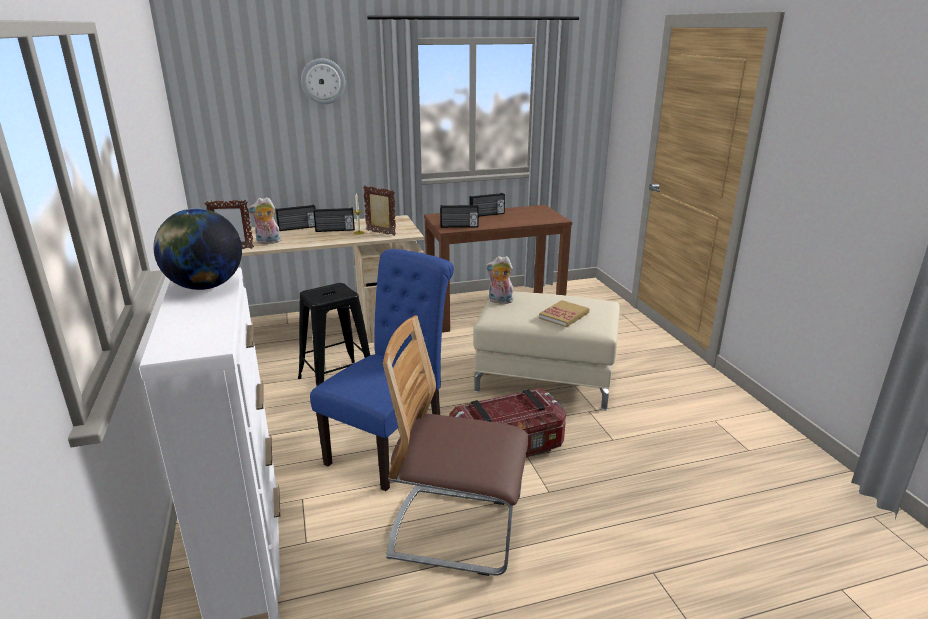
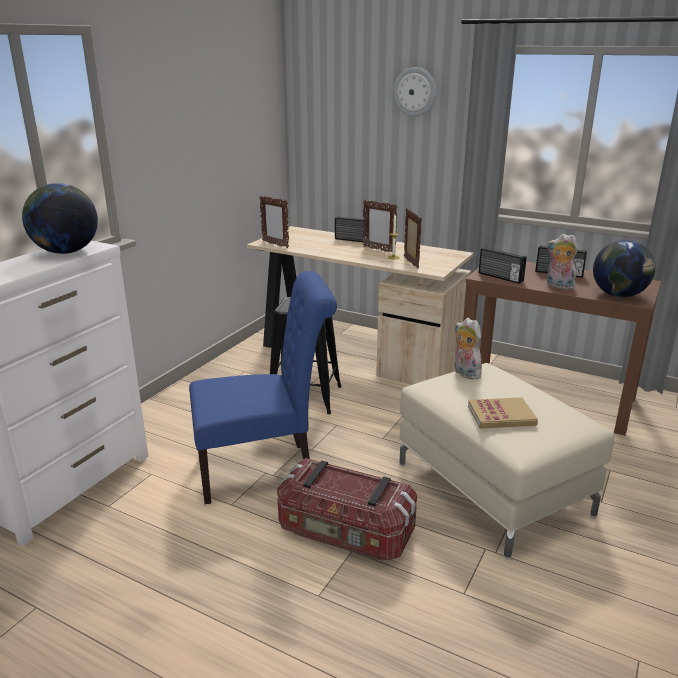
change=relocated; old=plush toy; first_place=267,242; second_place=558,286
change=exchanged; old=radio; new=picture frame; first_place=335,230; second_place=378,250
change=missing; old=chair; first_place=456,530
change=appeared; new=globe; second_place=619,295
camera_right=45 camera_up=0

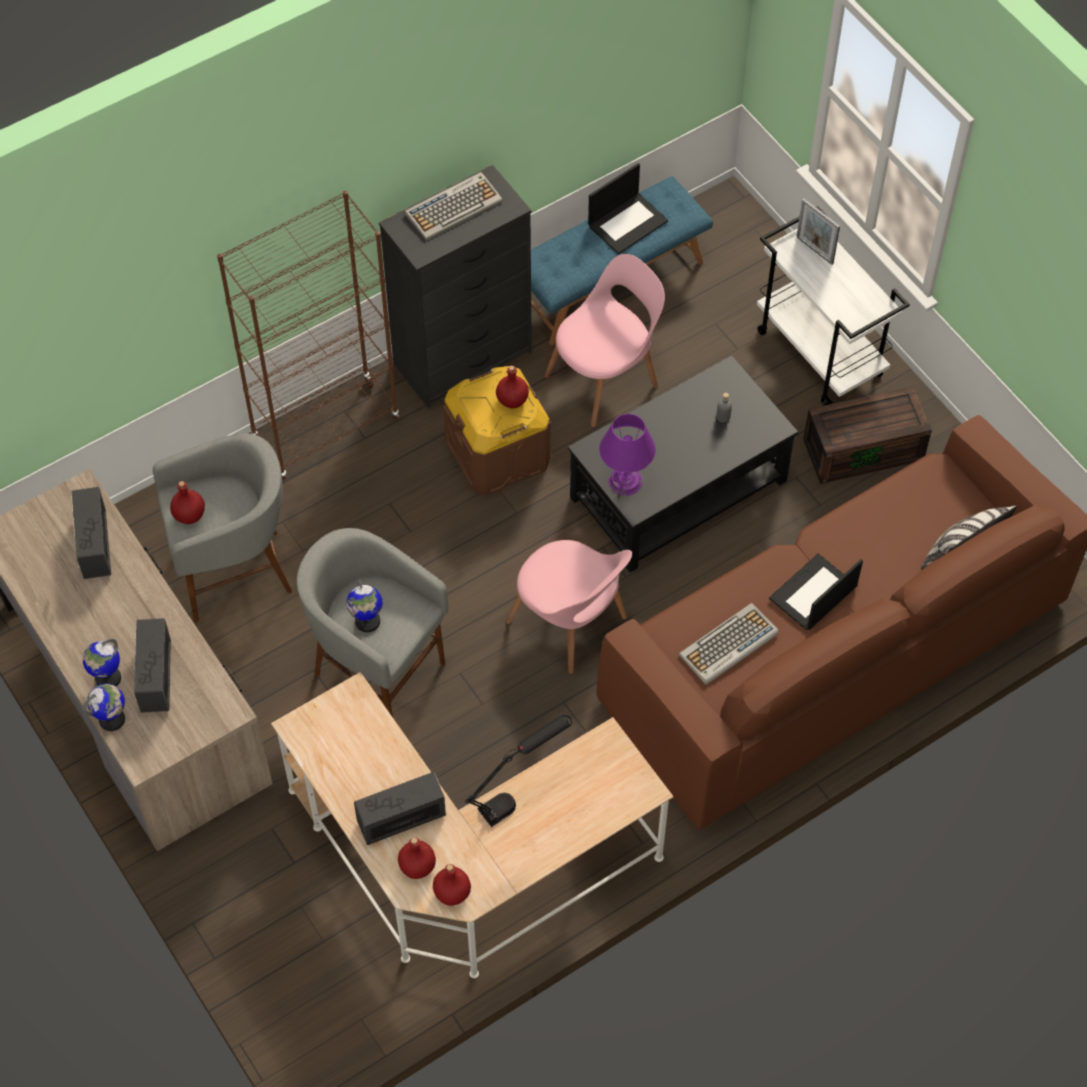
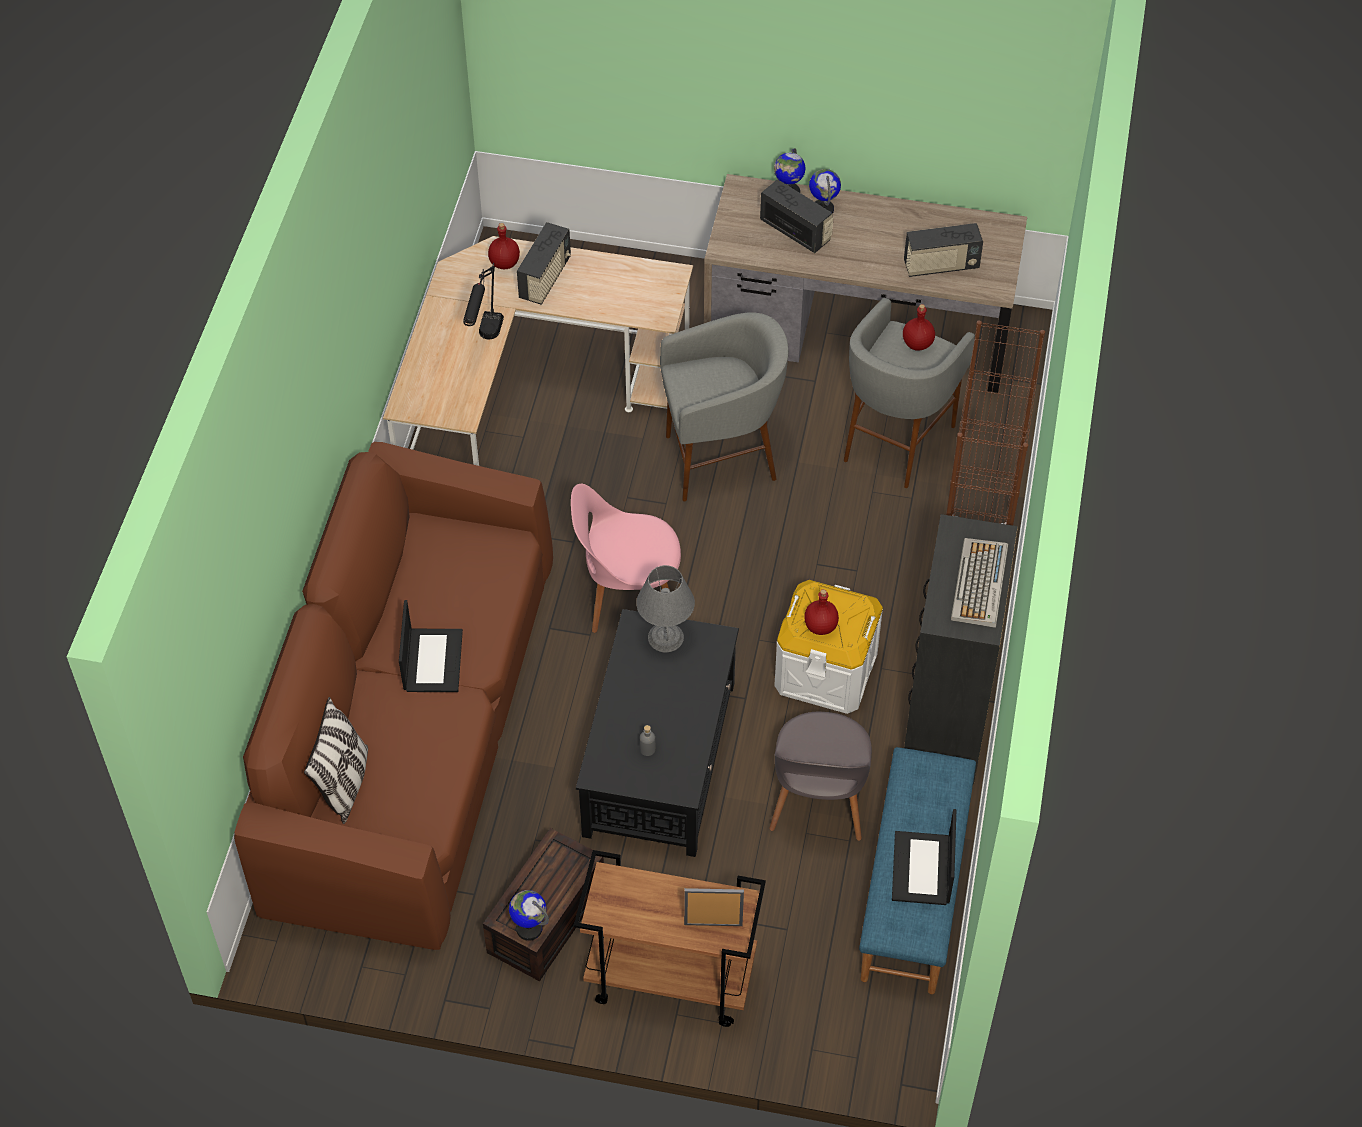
change=colour; old=white cart; new=brown cart; first_place=821,354; second_place=669,979
change=colour; old=pink chair; new=grey chair; first_place=605,378; second_place=818,801
change=colour; old=brown storage box; new=white storage box; first_place=498,453; second_place=826,671
change=colour; old=purple table lamp; new=grey table lamp; first_place=625,480; second_place=666,637
change=spun; old=radio; first_place=94,545; second_place=940,266; degrees=135
change=relocated; old=globe; first_place=367,621; second_place=529,928
change=missing; old=keyboard; first_place=728,645
change=missing; old=red bottle; first_place=451,893
camera_right=135 camera_up=-5

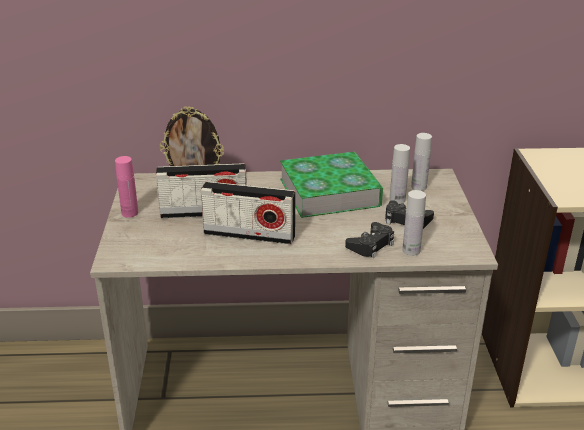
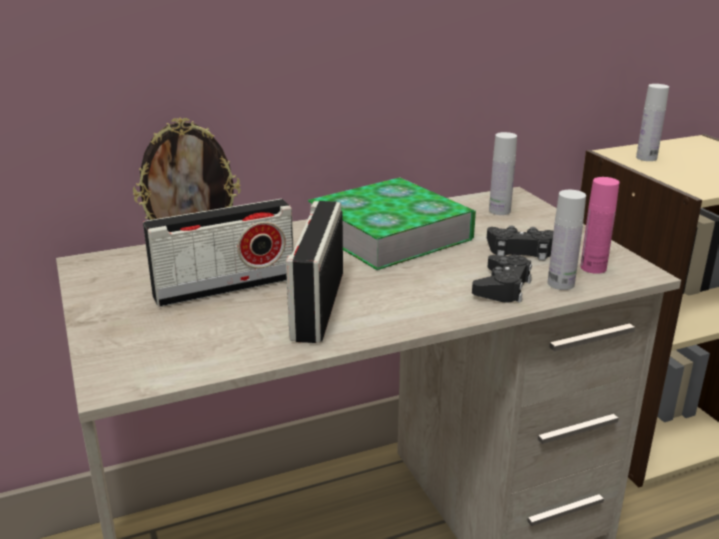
change=relocated; old=white bottle; first_place=397,199; second_place=646,158
change=relocated; old=pink bottle; first_place=130,213; second_place=593,268
change=spun; old=radio; first_place=249,235; second_place=318,305; degrees=105
camera_right=-20 camera_up=-5

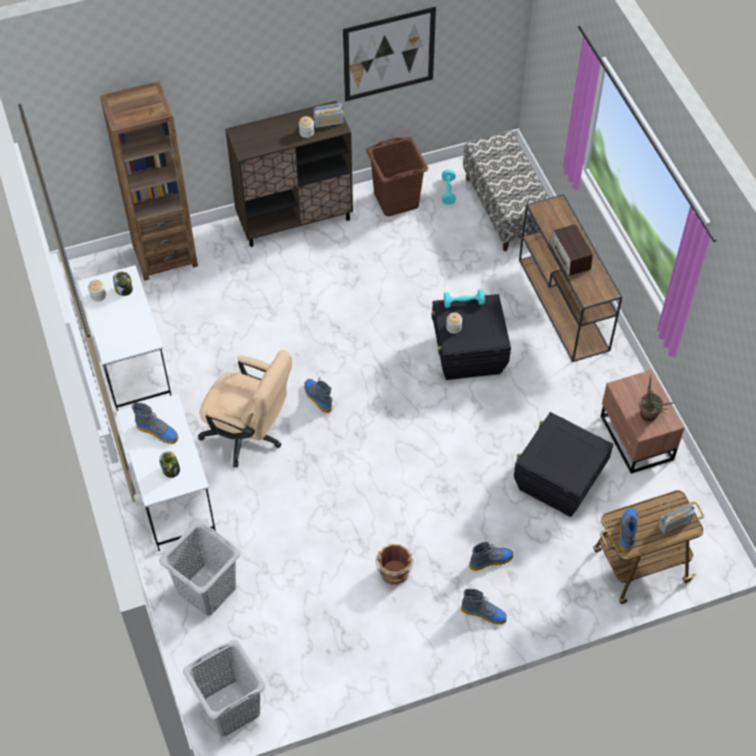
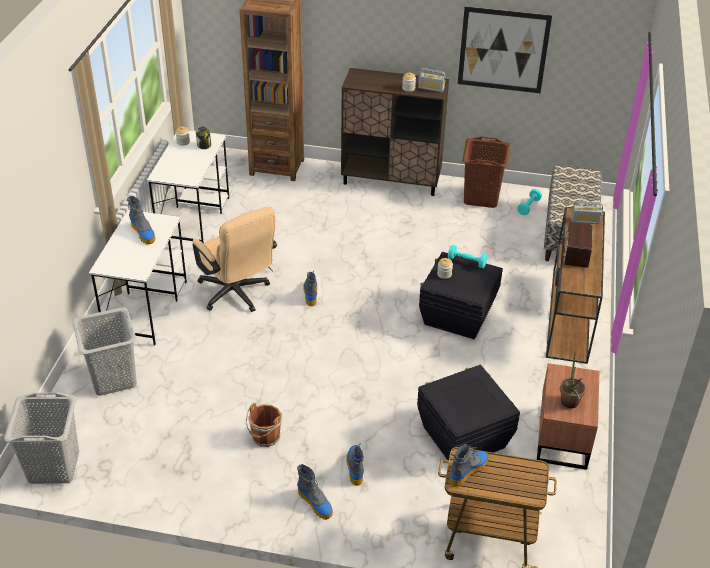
change=missing; old=jar; first_place=171,470
change=relocated; old=radio; first_place=674,523; second_place=585,220
change=spun; old=boot; first_place=491,560; second_place=355,467; degrees=-105
camera_right=30 camera_up=-15

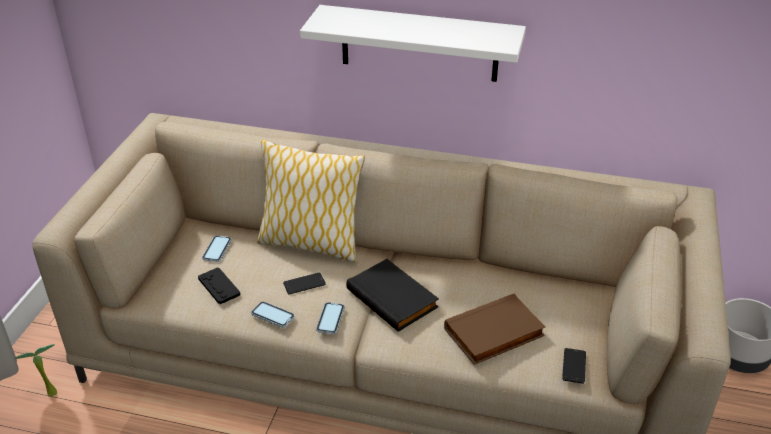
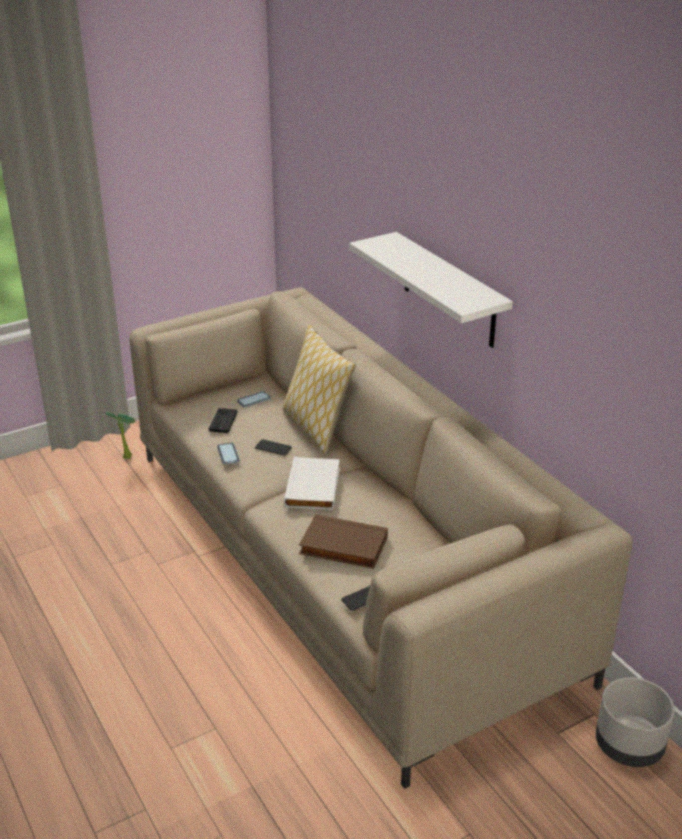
change=colour; old=black book; new=white book; first_place=394,298; second_place=314,488
change=missing; old=phone; first_place=330,319
camera_right=45 camera_up=-5

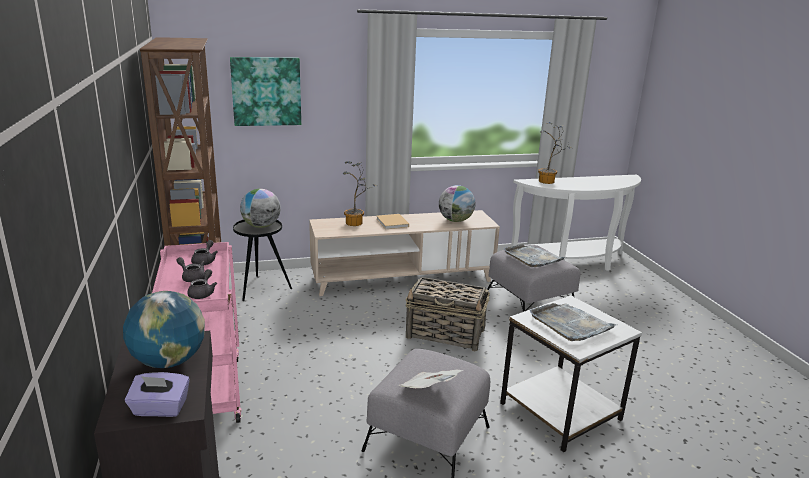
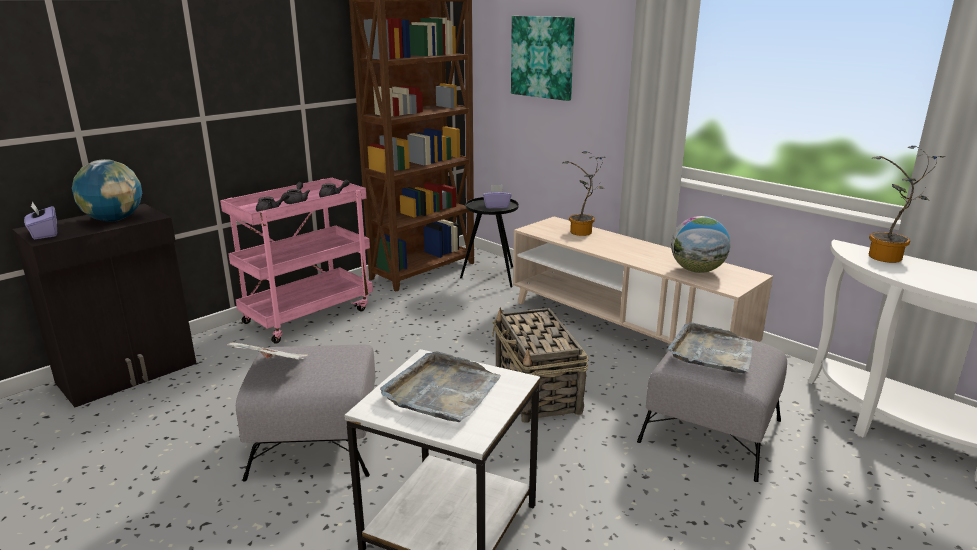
change=exchanged; old=globe; new=purple tissue box; first_place=261,226; second_place=496,206
change=missing; old=beige book; first_place=392,223
camera_right=60 camera_up=0

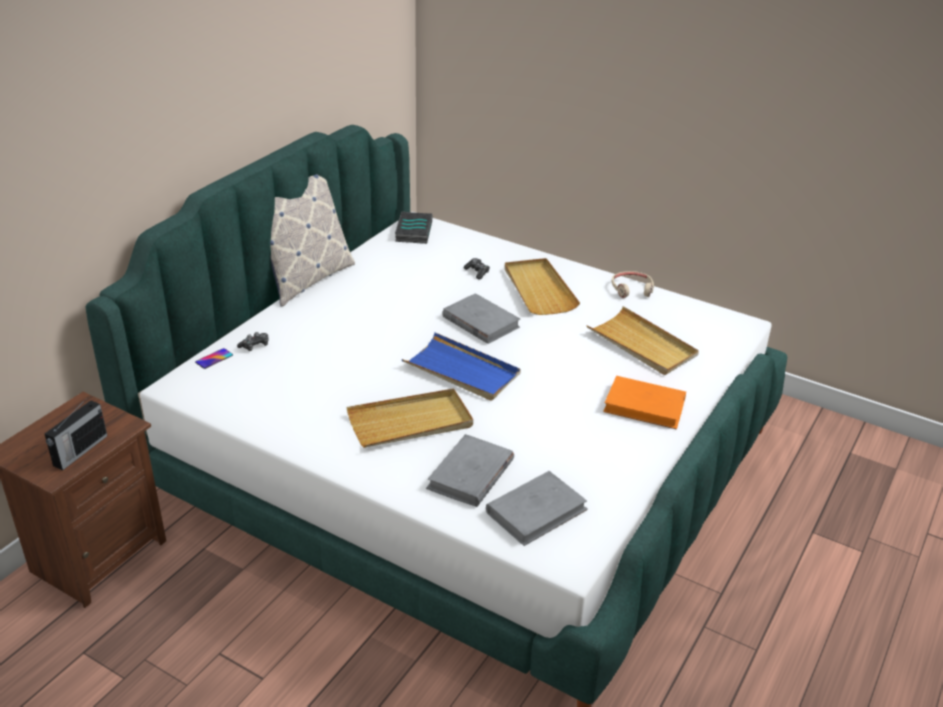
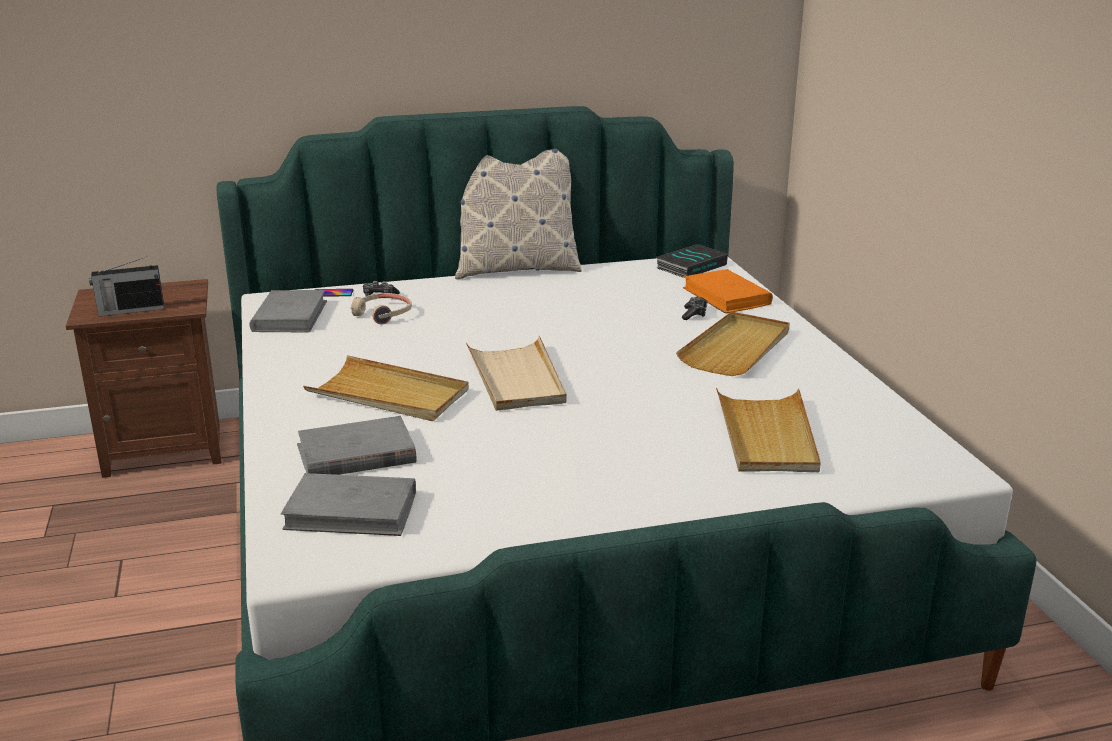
change=relocated; old=beige headphones; first_place=632,289; second_place=383,314
change=relocated; old=grey book; first_place=480,322; second_place=290,316
change=colour; old=blue tray; new=beige tray; first_place=462,371; second_place=516,378
change=relocated; old=orange book; first_place=645,406; second_place=726,296
camera_right=45 camera_up=-10

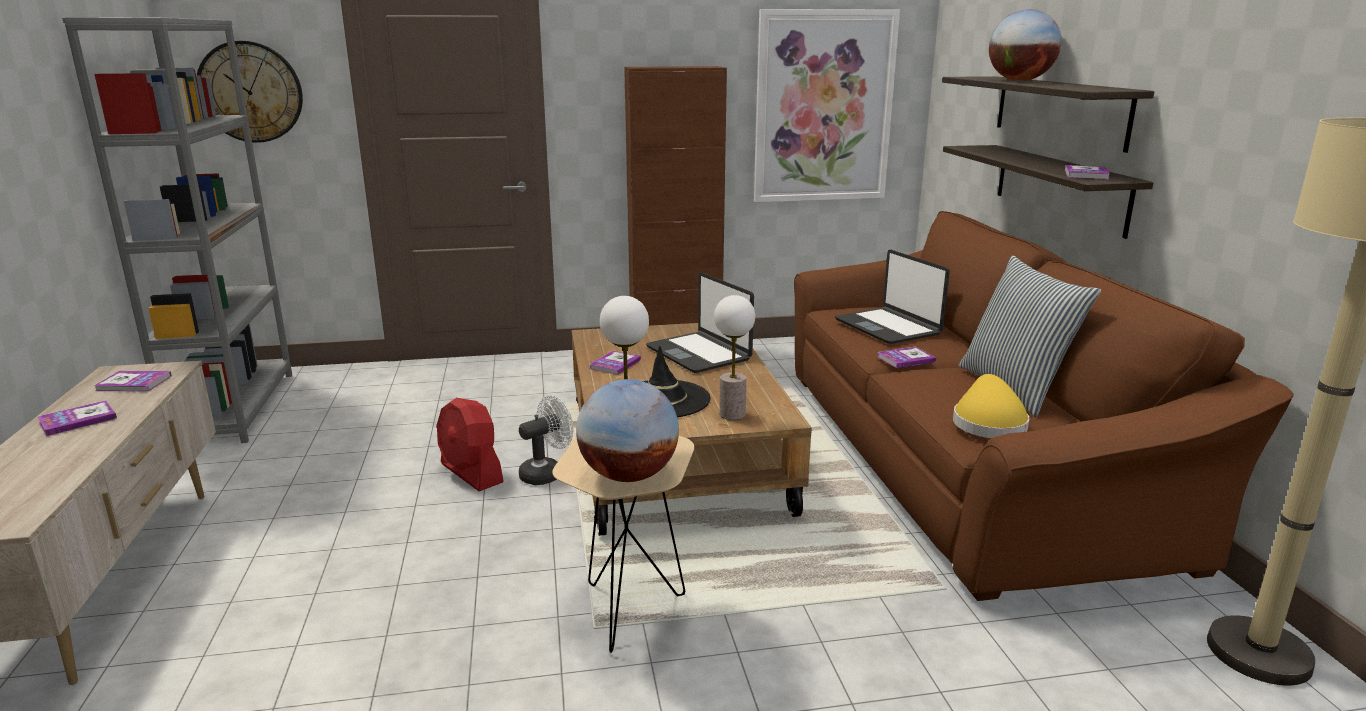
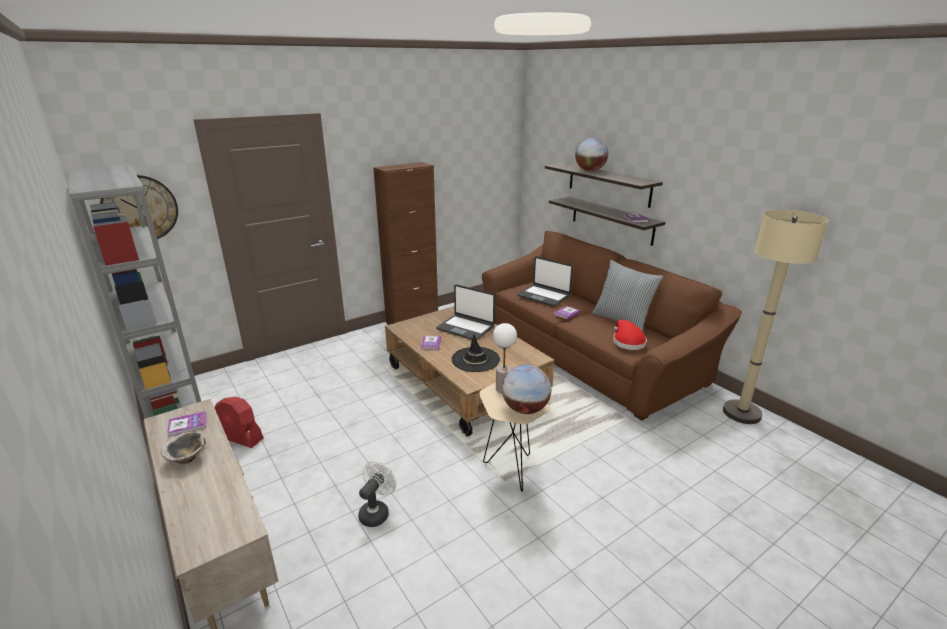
change=missing; old=picture; first_place=823,107
change=missing; old=table lamp; first_place=732,414
change=colour; old=yellow hat; new=red hat; first_place=988,423; second_place=627,341
change=relocated; old=white fan; first_place=546,473; second_place=376,512
change=relocated; old=red fan; first_place=471,473; second_place=240,438
change=exchanged; old=book; new=bowl; first_place=78,420; second_place=187,458
camera_right=-25 camera_up=5

